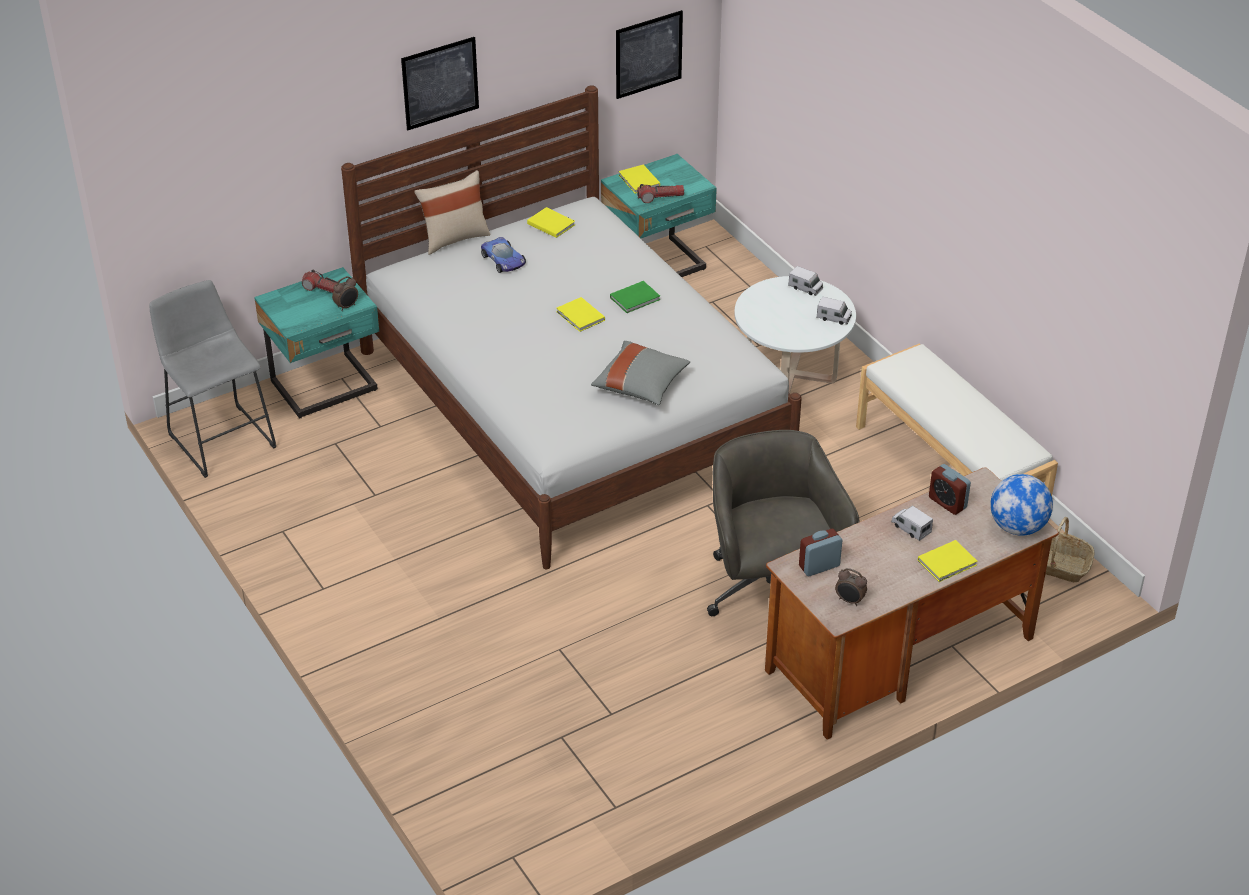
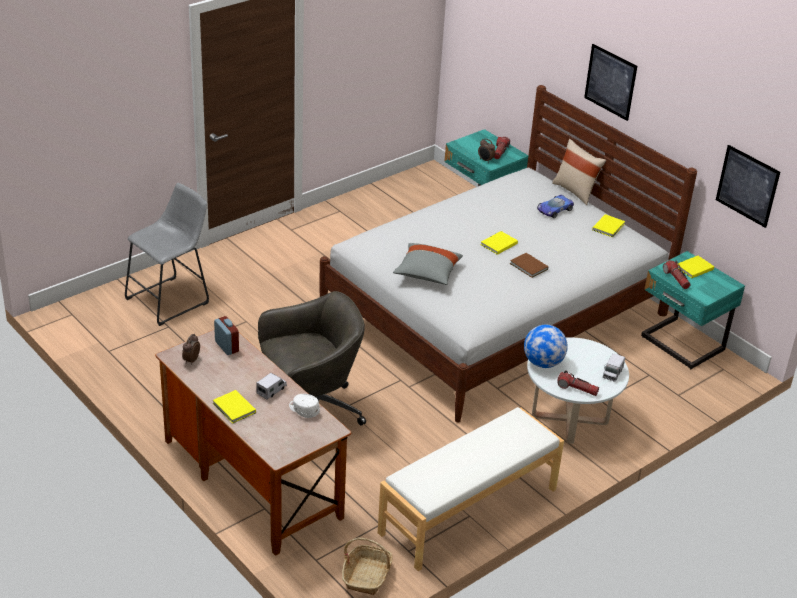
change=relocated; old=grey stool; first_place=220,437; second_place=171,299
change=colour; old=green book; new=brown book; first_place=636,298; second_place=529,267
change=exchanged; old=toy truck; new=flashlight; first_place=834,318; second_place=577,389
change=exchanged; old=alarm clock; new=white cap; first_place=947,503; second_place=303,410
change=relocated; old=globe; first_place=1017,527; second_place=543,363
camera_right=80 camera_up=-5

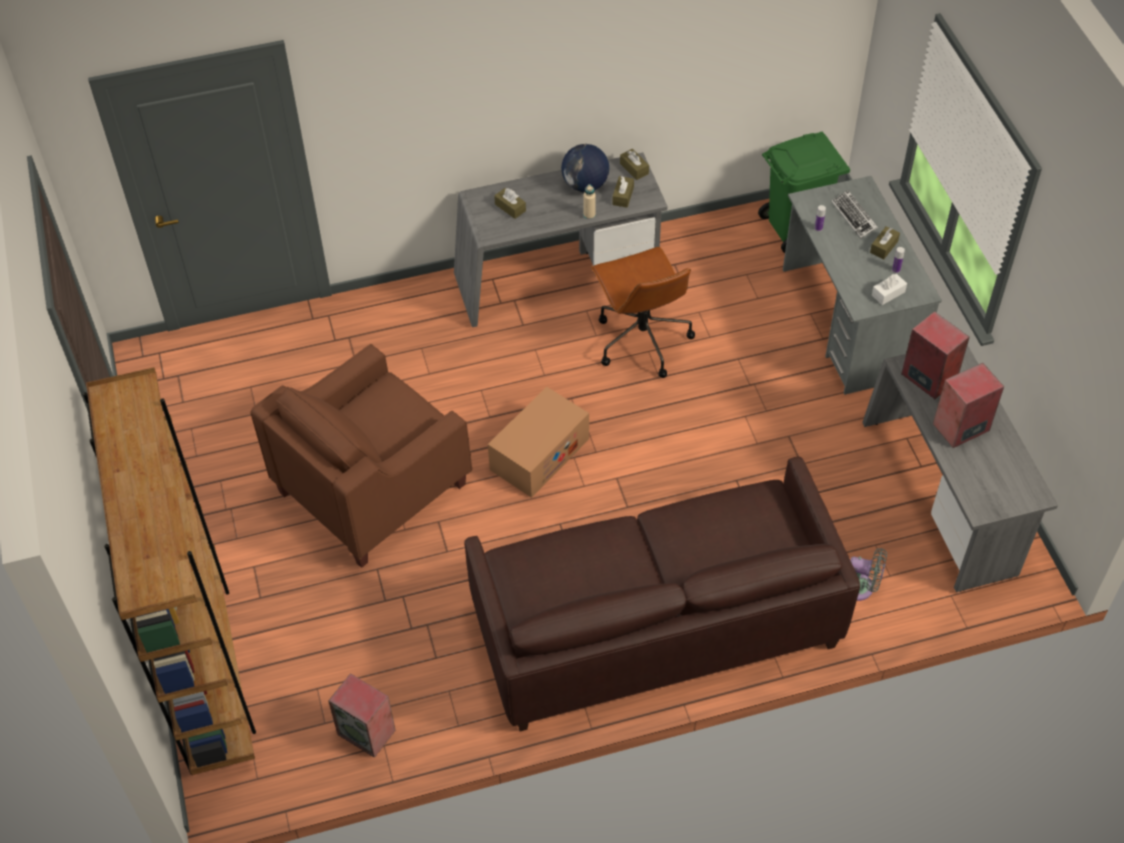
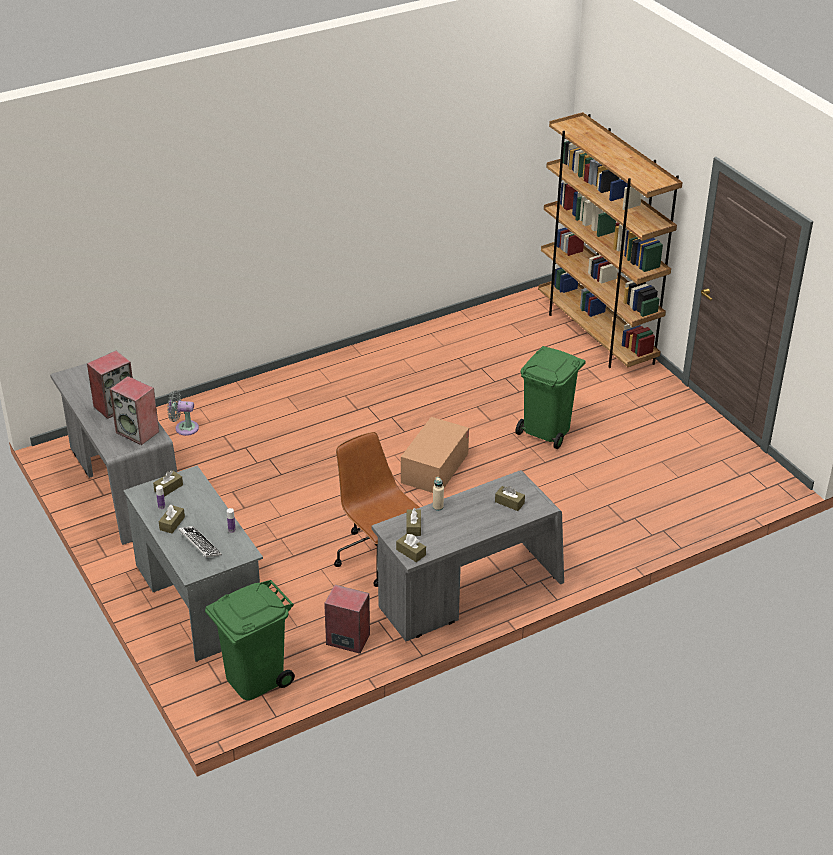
change=missing; old=globe; first_place=585,185
change=colour; old=white tissue box; new=brown tissue box; first_place=888,293; second_place=168,488
change=exchanged; old=brown armchair; new=green trash can; first_place=372,488; second_place=547,431
change=missing; old=brown sofa; first_place=654,624
change=relocated; old=speaker; first_place=367,732; second_place=347,640
camera_right=165 camera_up=-15

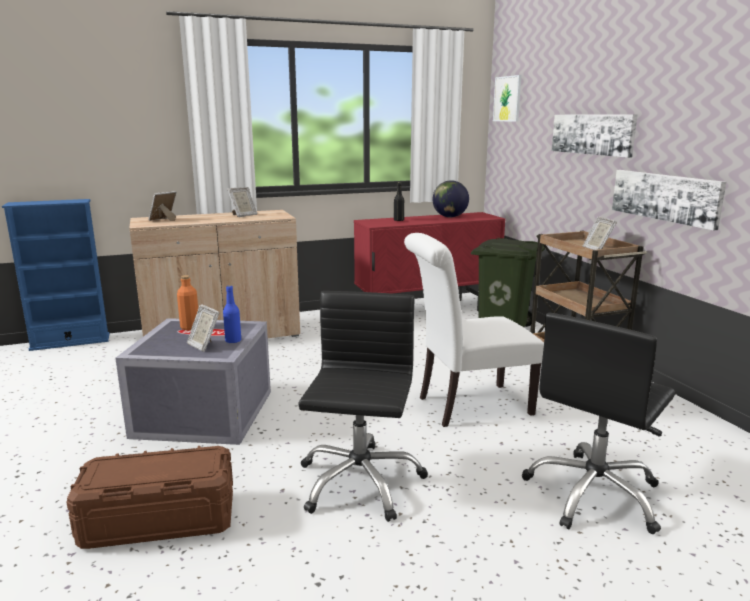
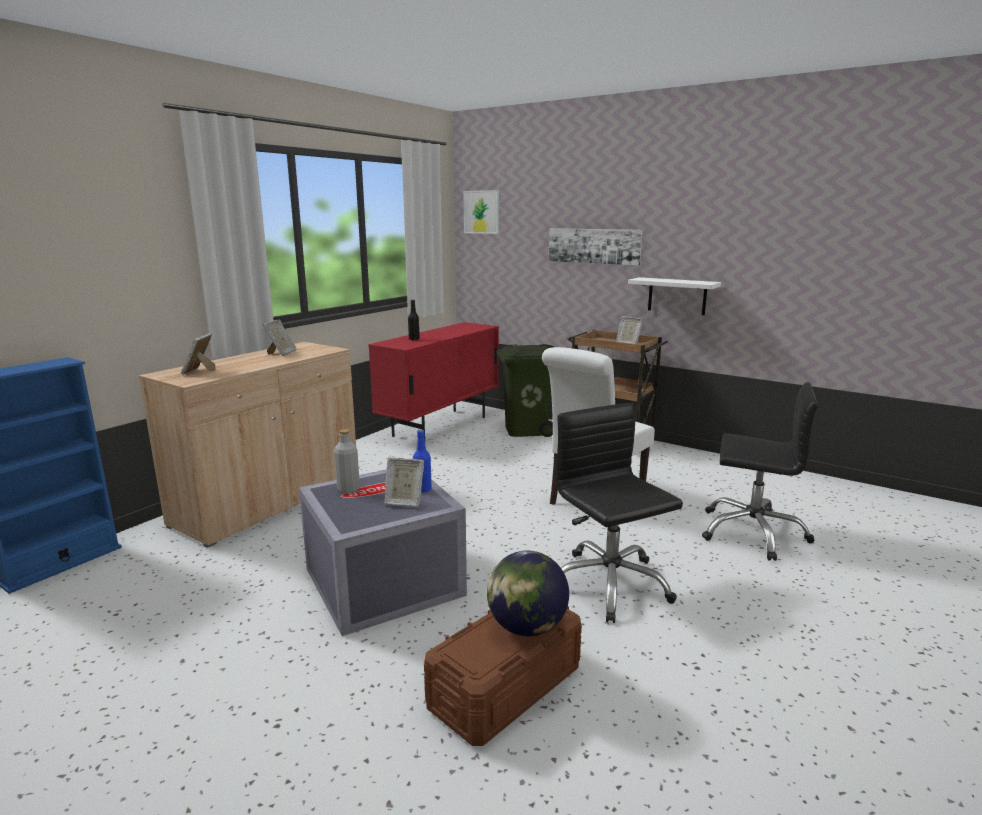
change=exchanged; old=picture; new=white shelf; first_place=665,197; second_place=677,296
change=relocated; old=globe; first_place=449,217; second_place=526,627
change=colour; old=orange bottle; new=grey bottle; first_place=190,327; second_place=348,489
change=spun; old=black office chair; first_place=594,494; second_place=752,532; degrees=-75
camera_right=-35 camera_up=0

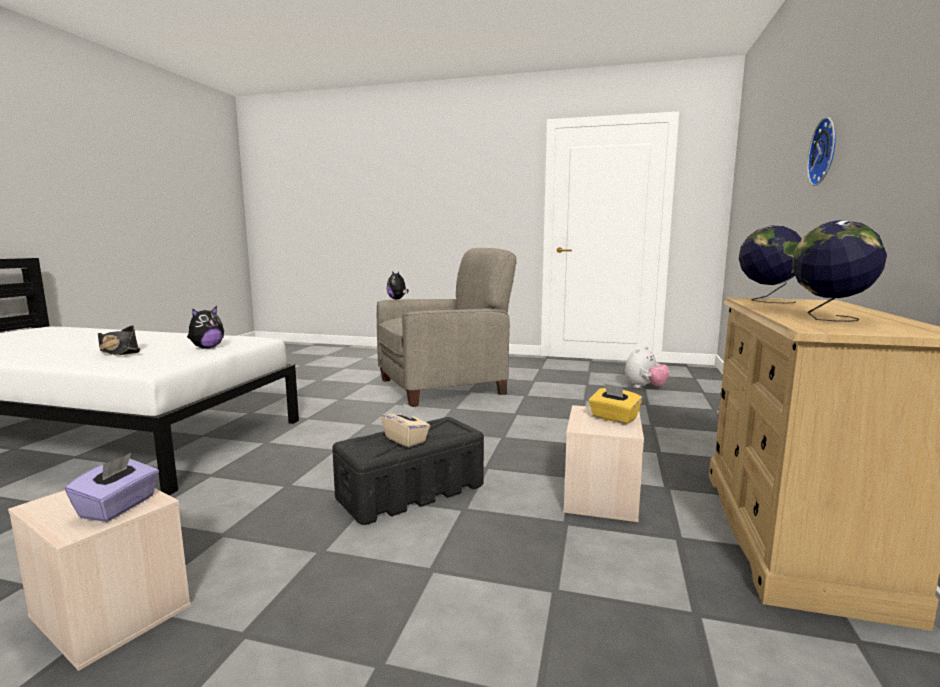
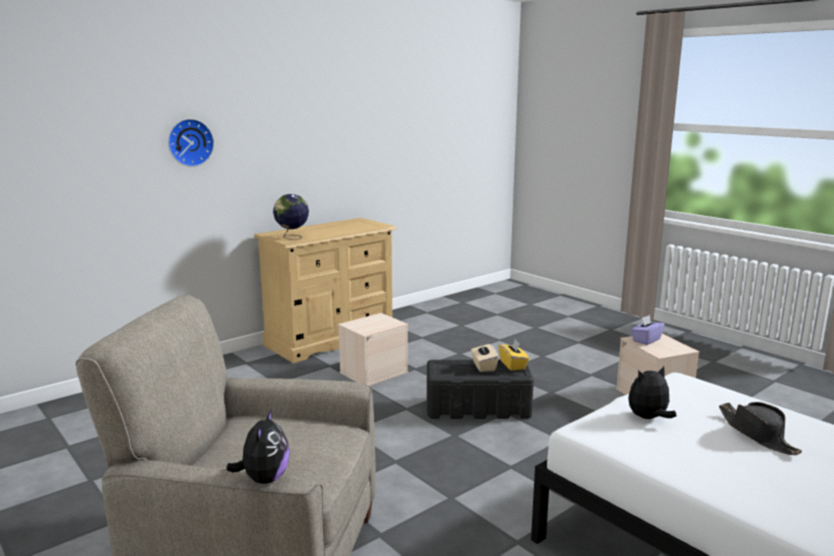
change=missing; old=globe; first_place=829,319
change=missing; old=plush toy; first_place=644,387
change=relocated; old=yellow tissue box; first_place=613,418; second_place=513,365
camera_right=-145 camera_up=5

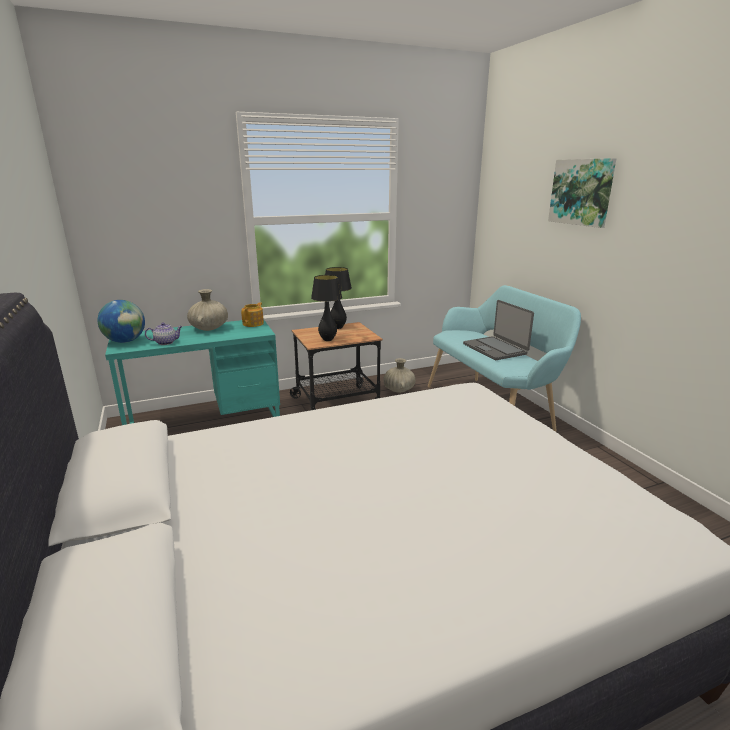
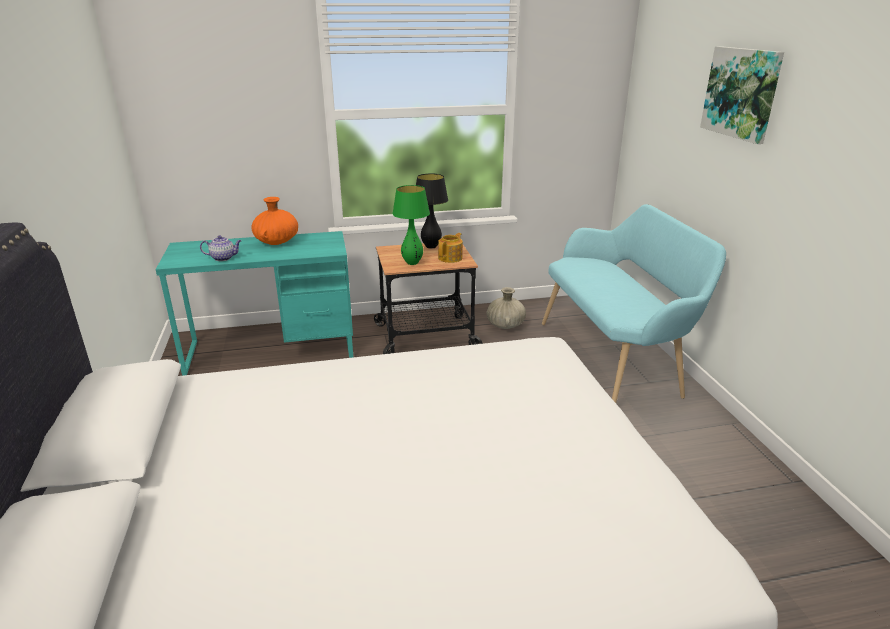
change=colour; old=black table lamp; new=green table lamp; first_place=328,340; second_place=412,263
change=colour; old=beige vase; new=orange vase; first_place=209,328; second_place=277,242
change=missing; old=globe; first_place=125,341
change=missing; old=laptop; first_place=495,349
change=relocated; old=teapot; first_place=253,323; second_place=451,258
camera_right=10 camera_up=5

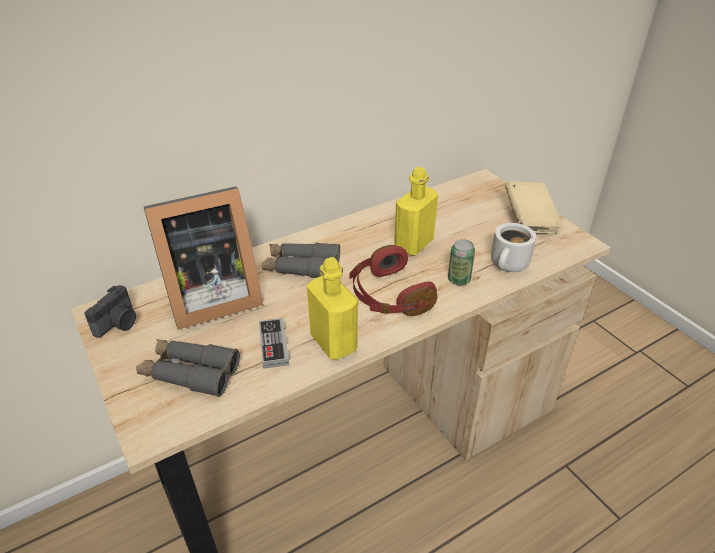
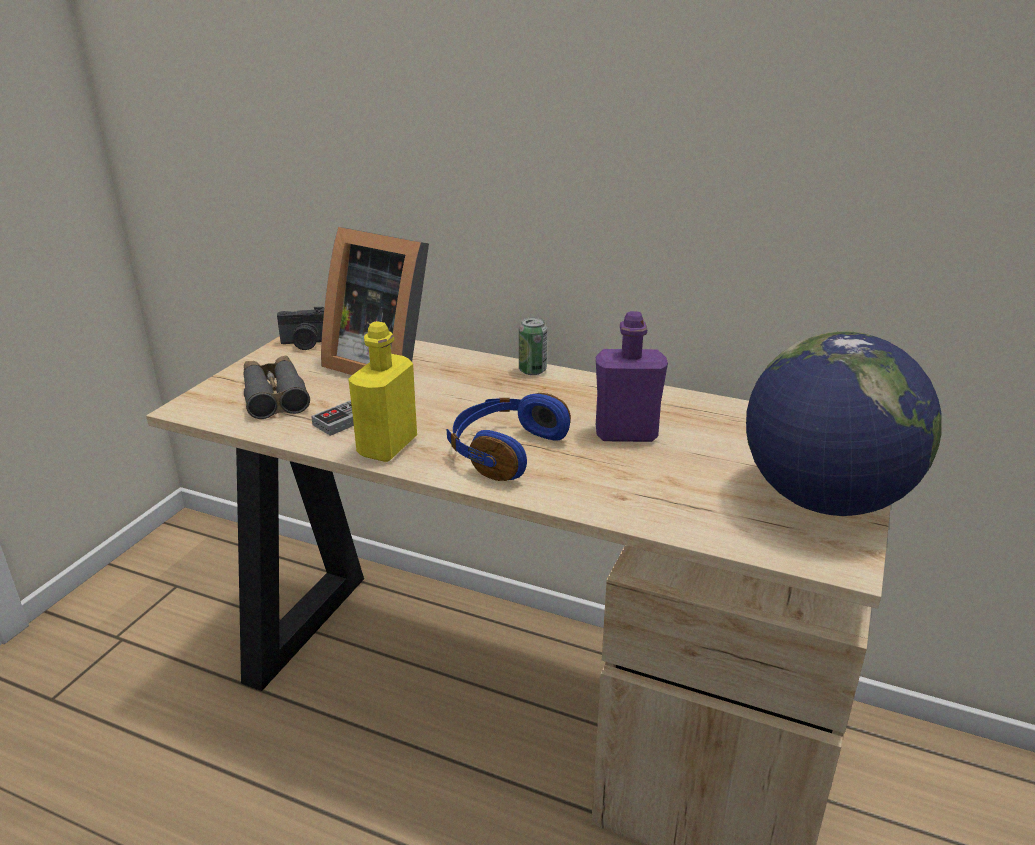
change=colour; old=yellow bottle; new=purple bottle; first_place=413,244; second_place=626,434
change=exchanged; old=beige book; new=globe; first_place=529,220; second_place=824,500
change=missing; old=white mug; first_place=509,265
change=relocated; old=can; first_place=459,280; second_place=532,370
change=missing; old=grey binoculars; first_place=302,267
change=colour; old=red headphones; new=blue headphones; first_place=388,296; second_place=504,450
camera_right=55 camera_up=-10

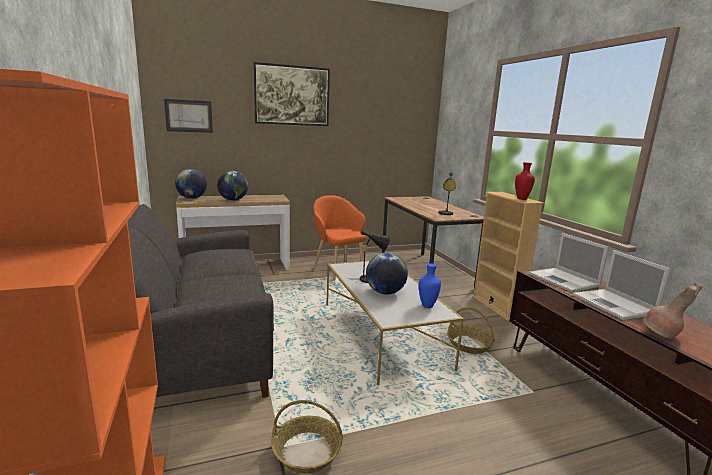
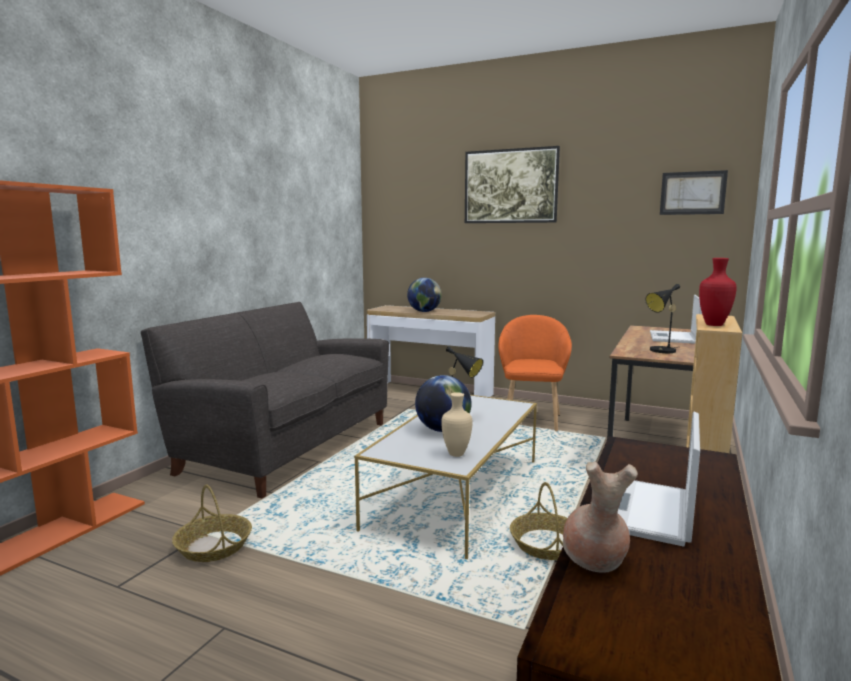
change=relocated; old=picture; first_place=189,116; second_place=692,193
change=missing; old=globe; first_place=192,198
change=relocated; old=laptop; first_place=564,280; second_place=673,338
change=colour; old=blue vase; new=beige vase; first_place=426,306; second_place=455,454
camera_right=45 camera_up=-5

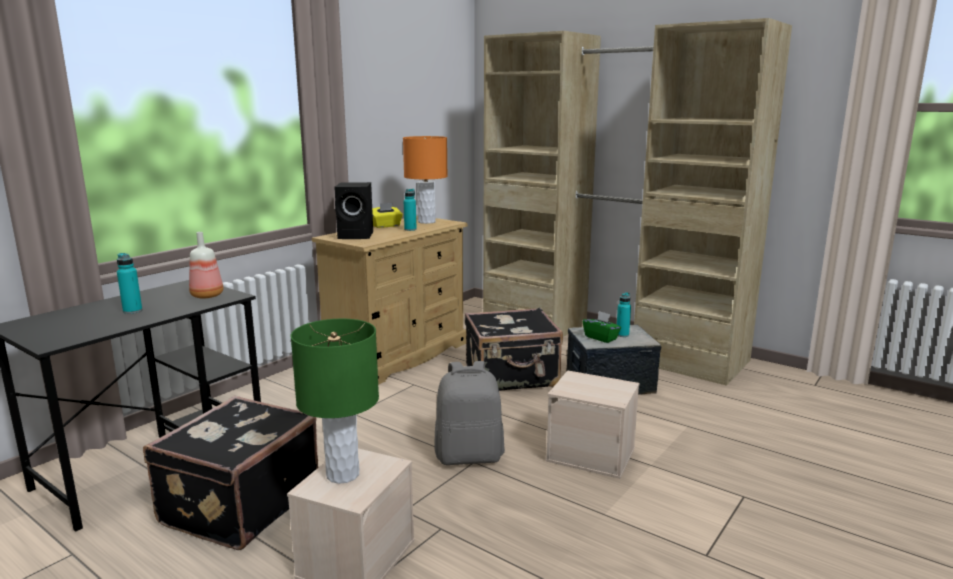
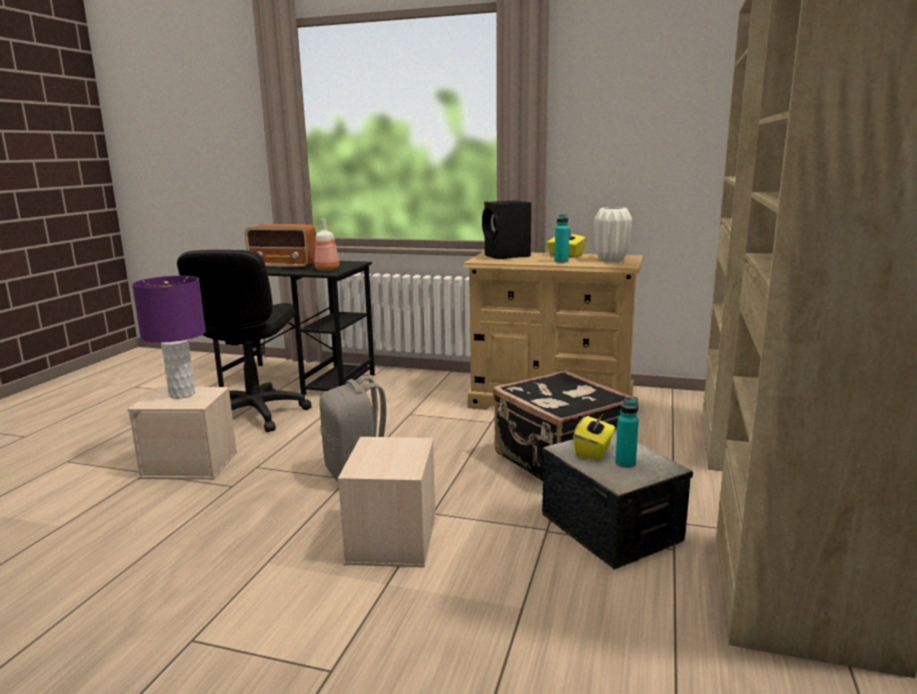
change=exchanged; old=orange table lamp; new=white vase; first_place=426,222; second_place=611,260
change=exchanged; old=turquoise bottle; new=radio; first_place=132,311; second_place=284,266
change=colour; old=green tissue box; new=yellow tissue box; first_place=601,338; second_place=594,451
change=colour; old=green table lamp; new=purple table lamp; first_place=343,474; second_place=182,394
change=exchanged; old=black suitcase; new=black office chair; first_place=238,504; second_place=254,414
camera_right=70 camera_up=0

